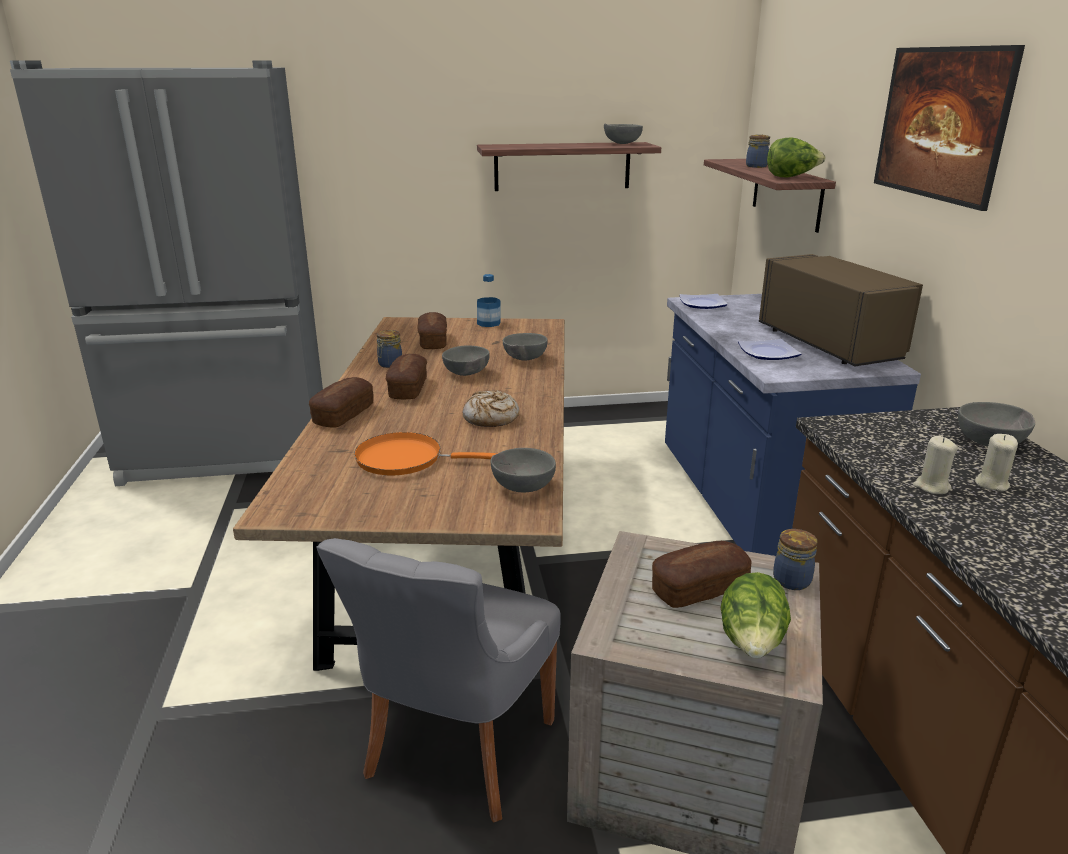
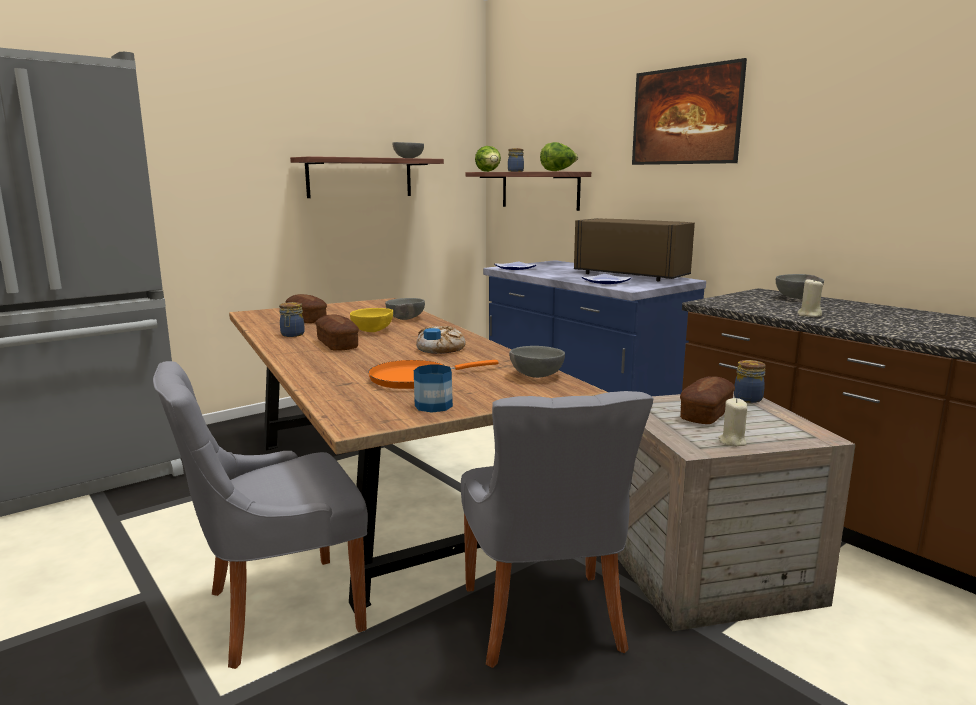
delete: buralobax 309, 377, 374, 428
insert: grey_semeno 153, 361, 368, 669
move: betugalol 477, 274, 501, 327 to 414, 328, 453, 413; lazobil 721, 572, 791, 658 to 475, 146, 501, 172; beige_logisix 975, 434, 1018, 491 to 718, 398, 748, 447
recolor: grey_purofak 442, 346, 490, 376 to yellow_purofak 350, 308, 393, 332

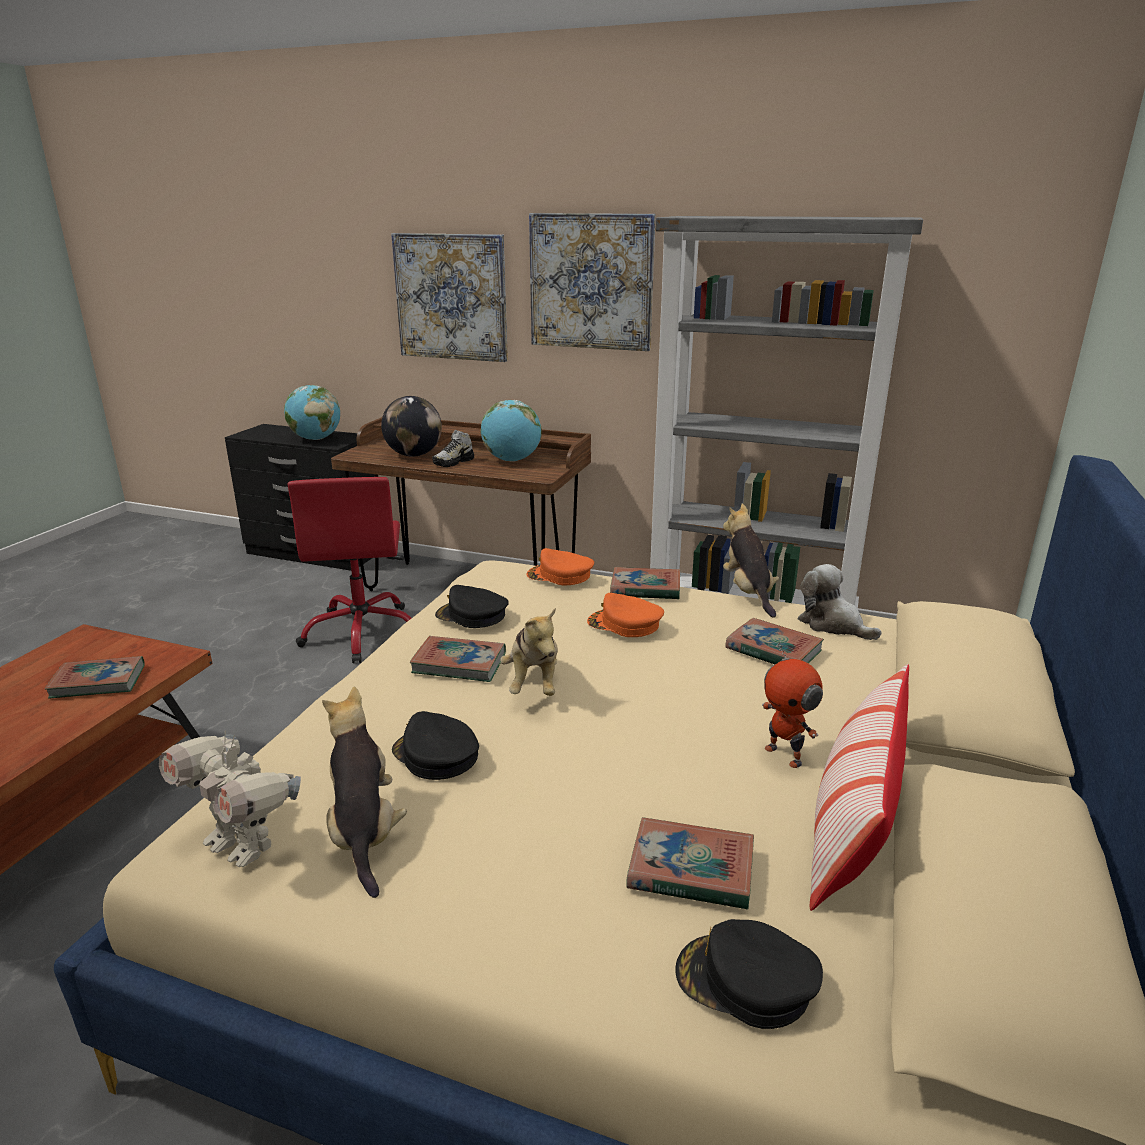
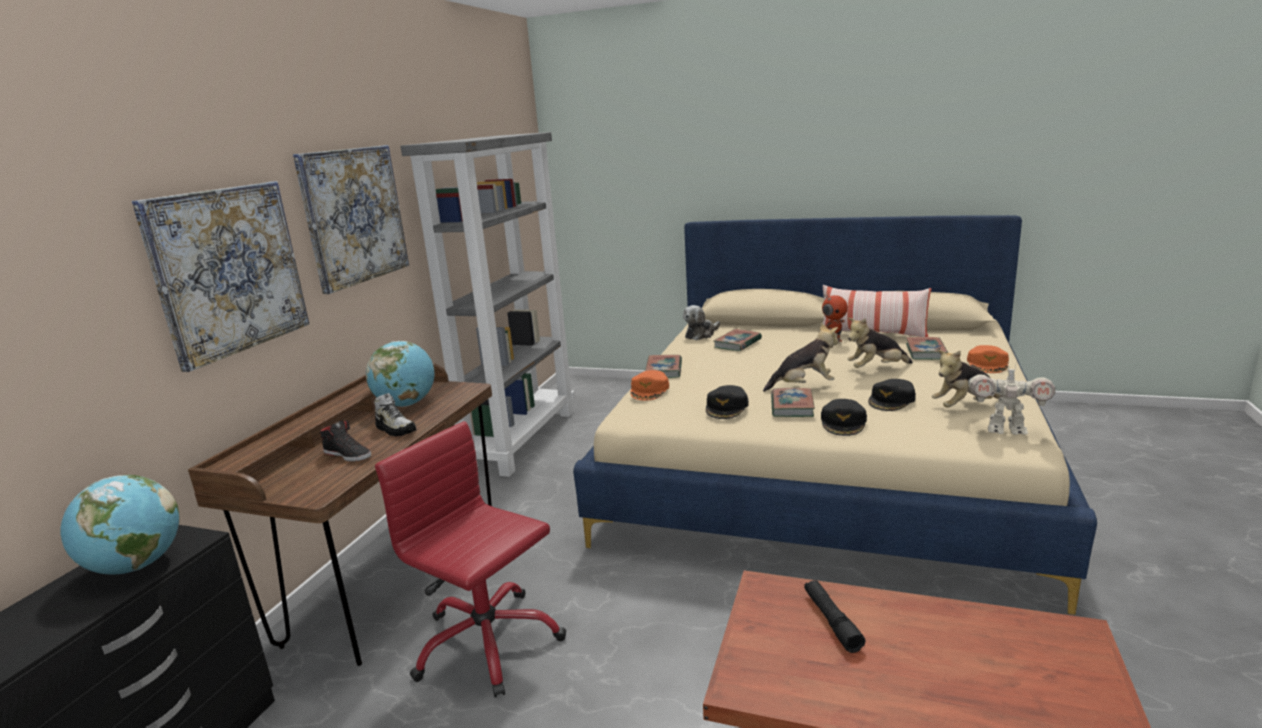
move: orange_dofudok 587, 593, 664, 637 to 967, 345, 1009, 373; black_dofudok 676, 919, 823, 1029 to 821, 399, 867, 436; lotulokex 723, 503, 779, 618 to 847, 318, 913, 368
replace: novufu 45, 656, 145, 699 to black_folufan 804, 580, 865, 653; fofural 381, 396, 442, 457 to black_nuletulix 320, 420, 371, 462
rotate: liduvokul 159, 730, 301, 867 = 968, 365, 1055, 435 75 degrees clockwise; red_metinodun 288, 477, 411, 663 = 375, 421, 566, 697 135 degrees counterclockwise

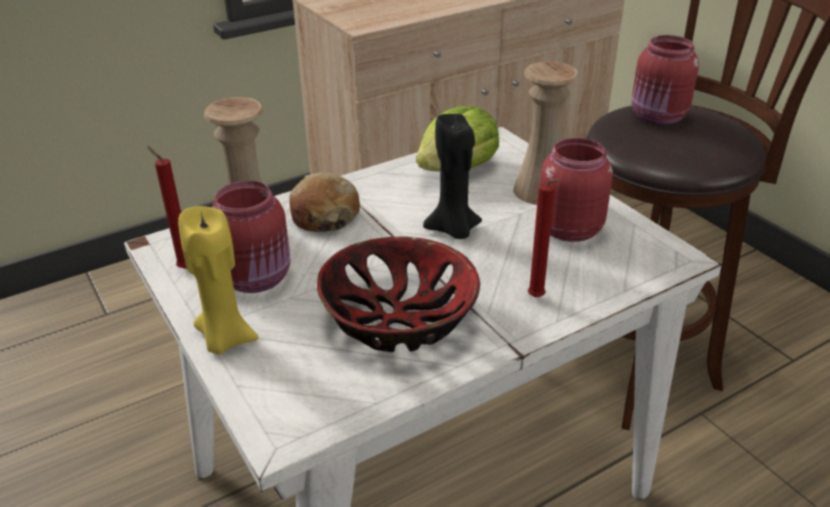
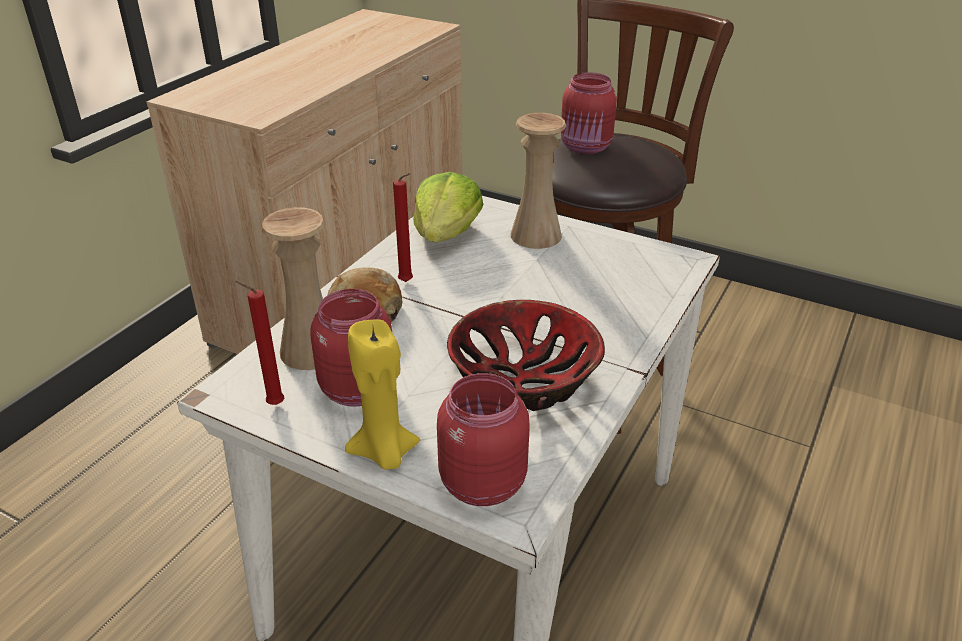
delete: black_logisix 423, 114, 482, 239
move: red_logisix 528, 179, 559, 297 to 393, 173, 413, 282; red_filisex 540, 138, 613, 242 to 437, 373, 530, 506

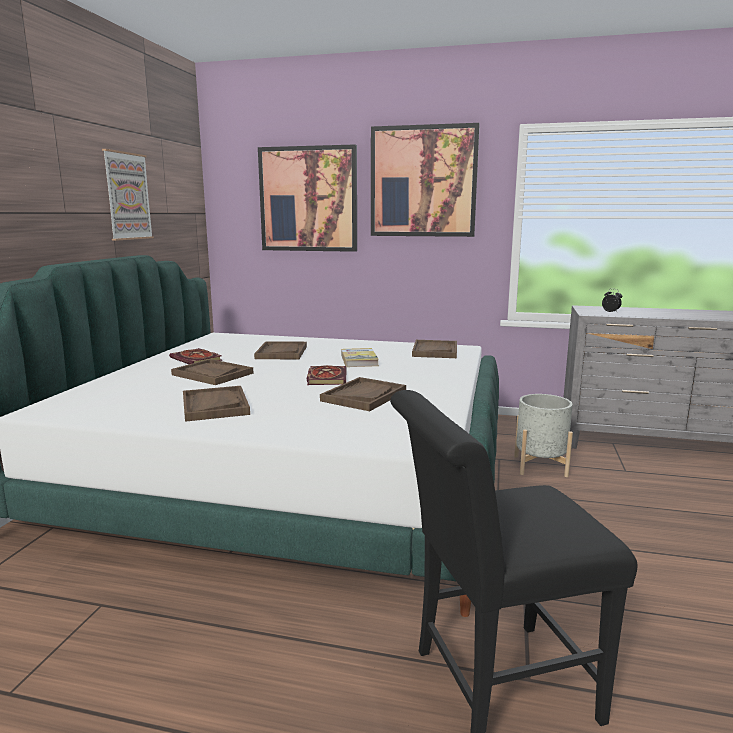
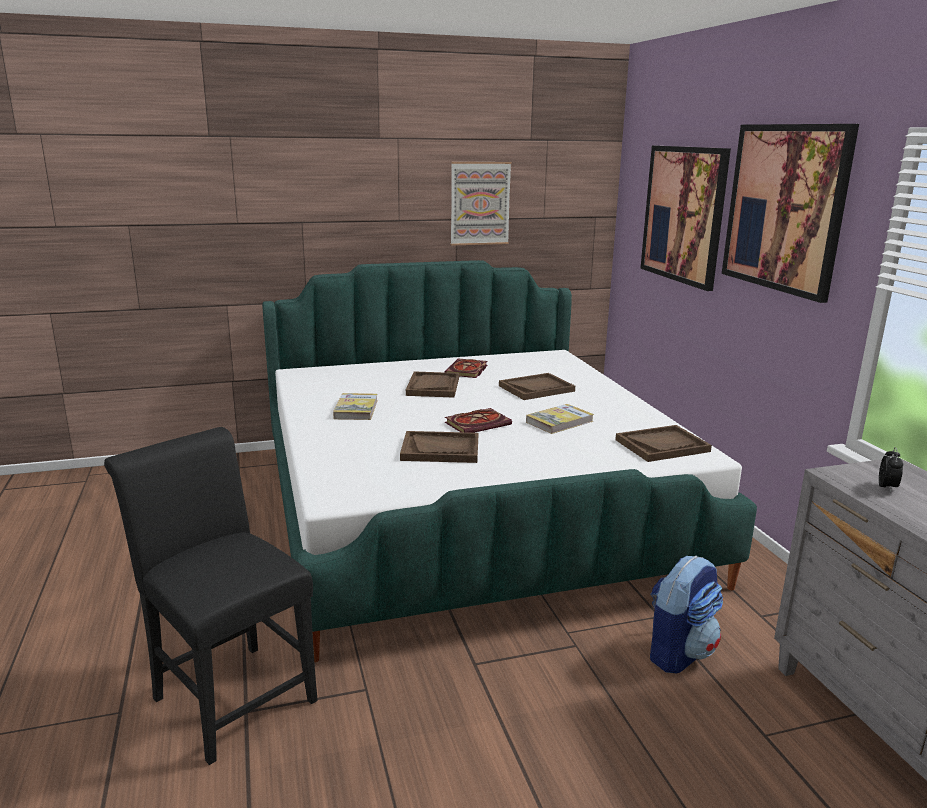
replace: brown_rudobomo 183, 386, 250, 422 to novufu 333, 393, 378, 420; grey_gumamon 514, 394, 573, 477 to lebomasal 650, 556, 723, 673

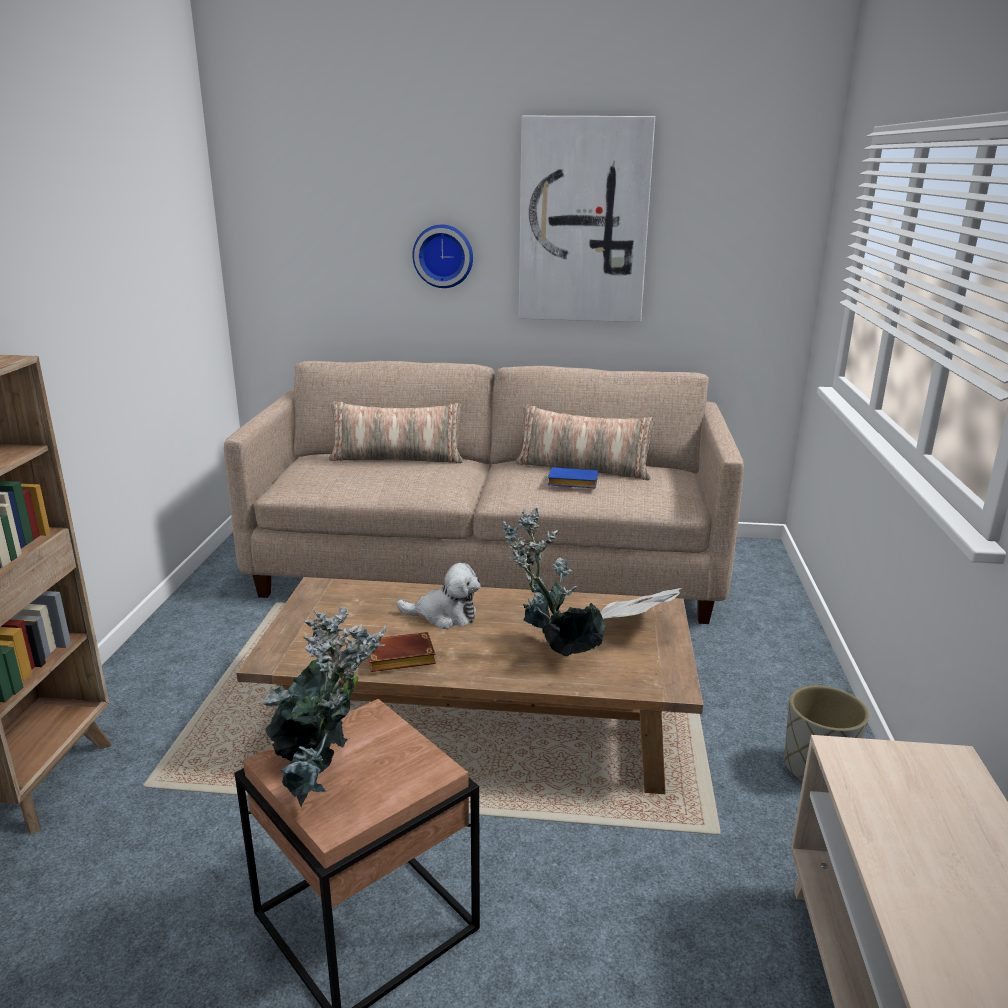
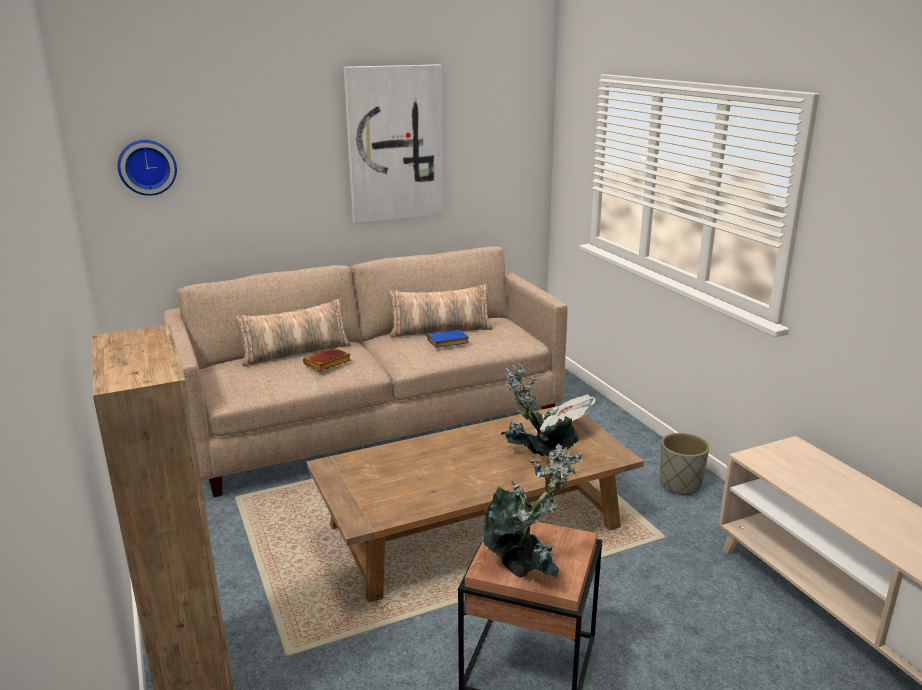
delete: lotulokex 396, 563, 481, 629
move: brown_novufu 368, 632, 436, 672 to 303, 348, 351, 371; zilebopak 412, 225, 473, 288 to 118, 140, 177, 196

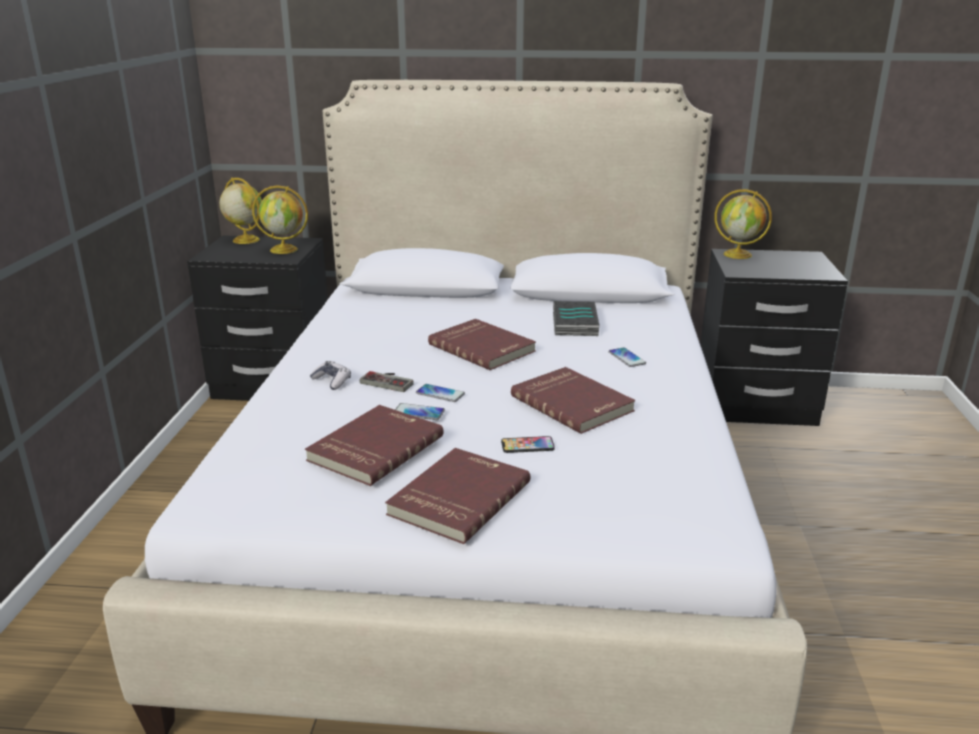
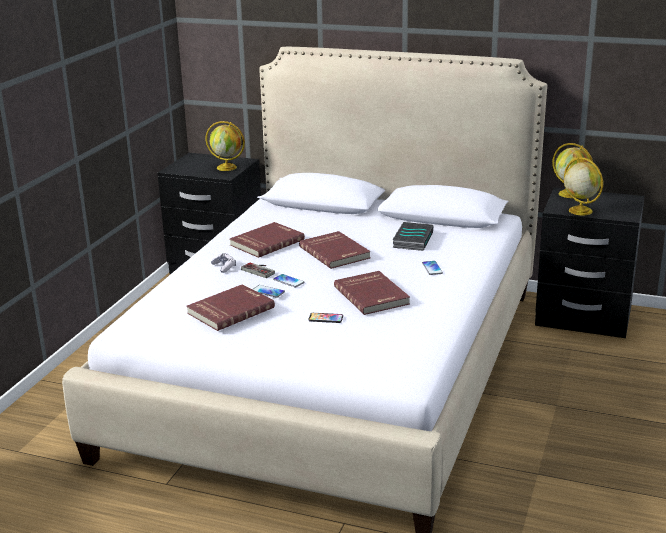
move: fofural 219, 178, 262, 244 to 564, 157, 603, 215; red_novufu 385, 448, 530, 544 to 230, 222, 305, 258

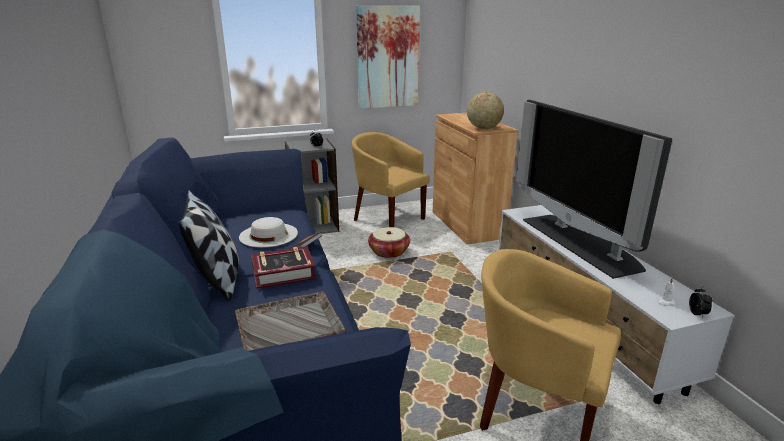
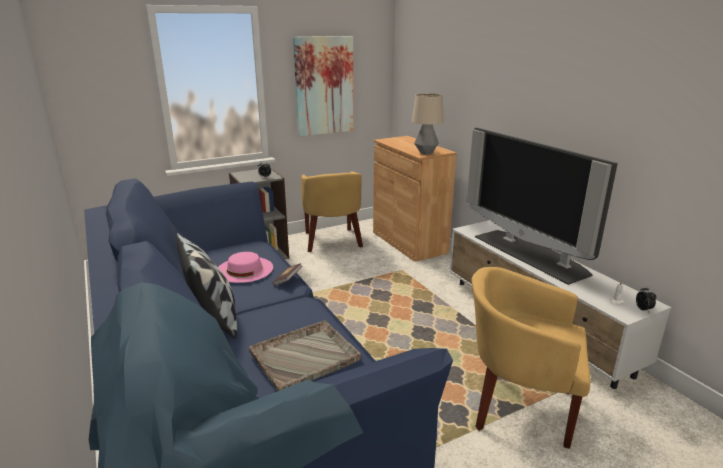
delete: novufu 251, 246, 316, 289; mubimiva 368, 227, 410, 258
replace: fofural 467, 92, 504, 129 to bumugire 412, 93, 444, 154
recolor: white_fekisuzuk 239, 217, 298, 247 to pink_fekisuzuk 218, 252, 273, 283
rotate: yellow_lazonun 352, 132, 430, 227 = 301, 171, 363, 252 135 degrees counterclockwise

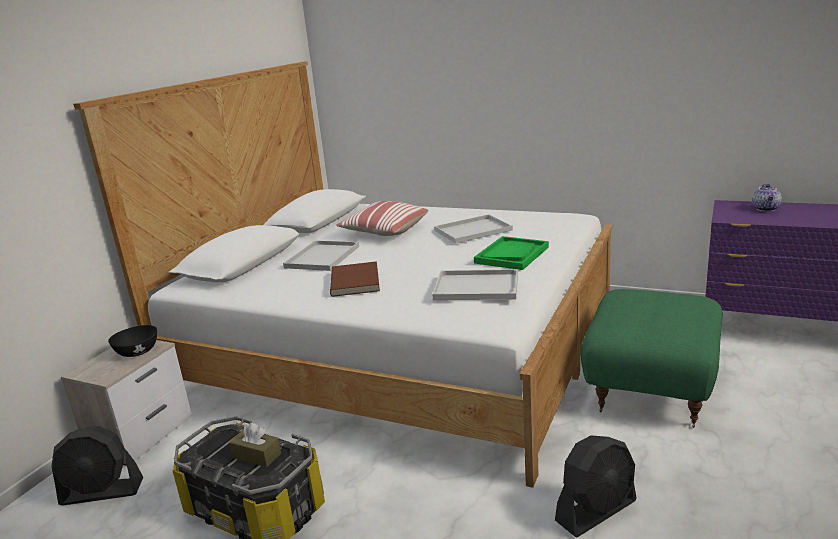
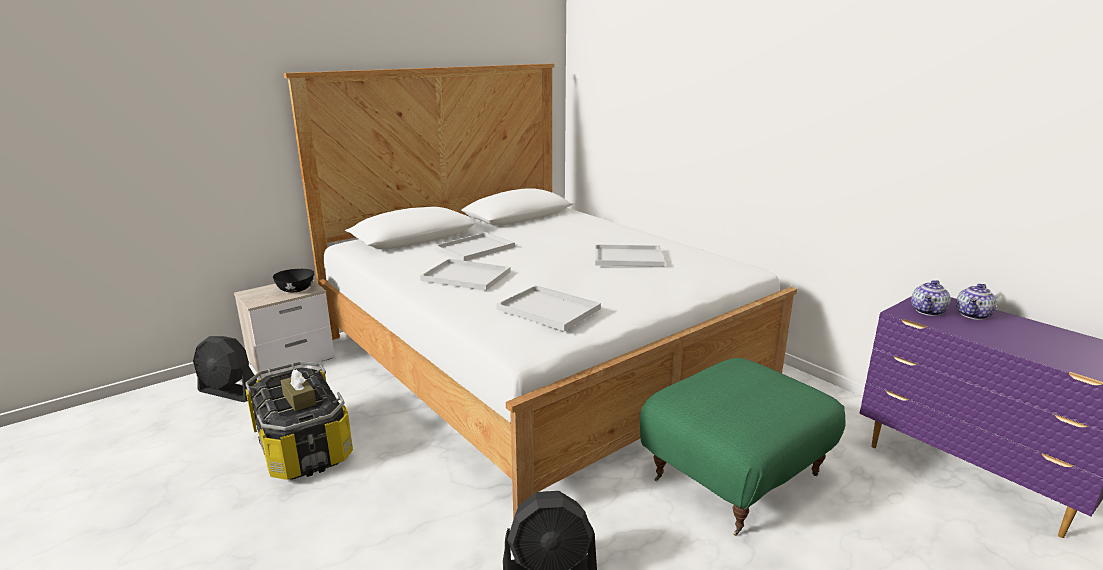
delete: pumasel 336, 201, 428, 236; green_rudobomo 474, 236, 549, 270
insert: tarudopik 911, 280, 951, 316
replace: brown_novufu 330, 261, 380, 297 to white_rudobomo 420, 259, 511, 291

